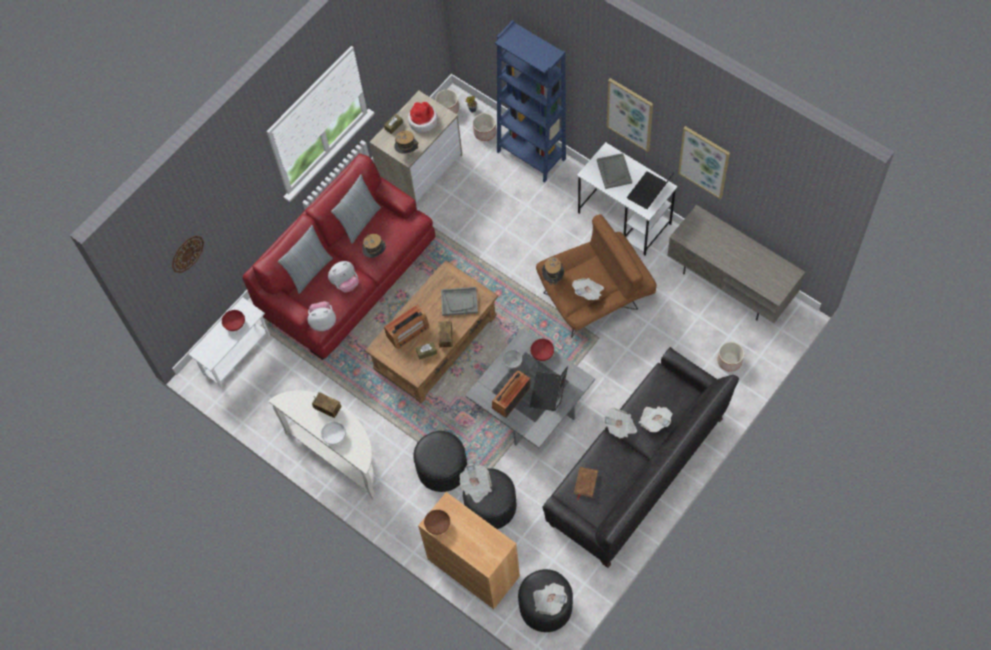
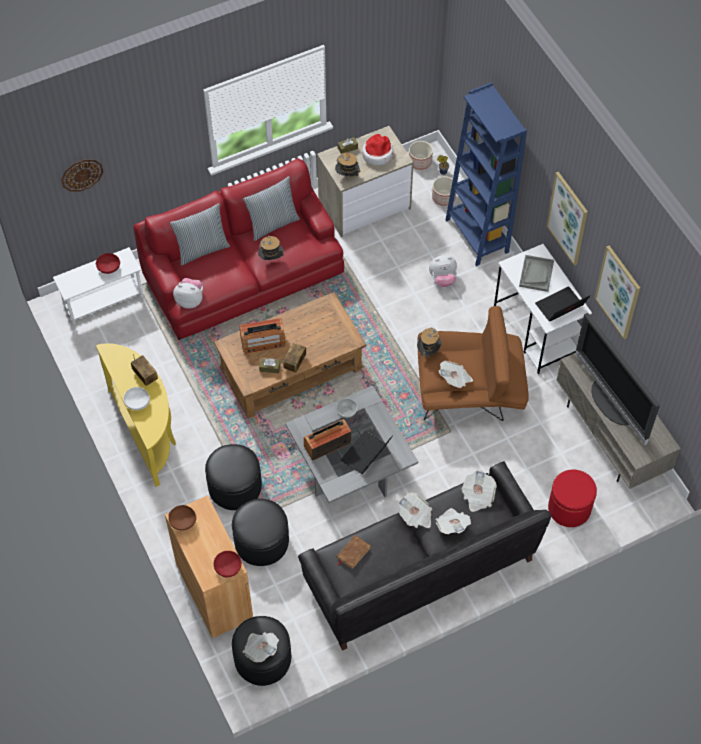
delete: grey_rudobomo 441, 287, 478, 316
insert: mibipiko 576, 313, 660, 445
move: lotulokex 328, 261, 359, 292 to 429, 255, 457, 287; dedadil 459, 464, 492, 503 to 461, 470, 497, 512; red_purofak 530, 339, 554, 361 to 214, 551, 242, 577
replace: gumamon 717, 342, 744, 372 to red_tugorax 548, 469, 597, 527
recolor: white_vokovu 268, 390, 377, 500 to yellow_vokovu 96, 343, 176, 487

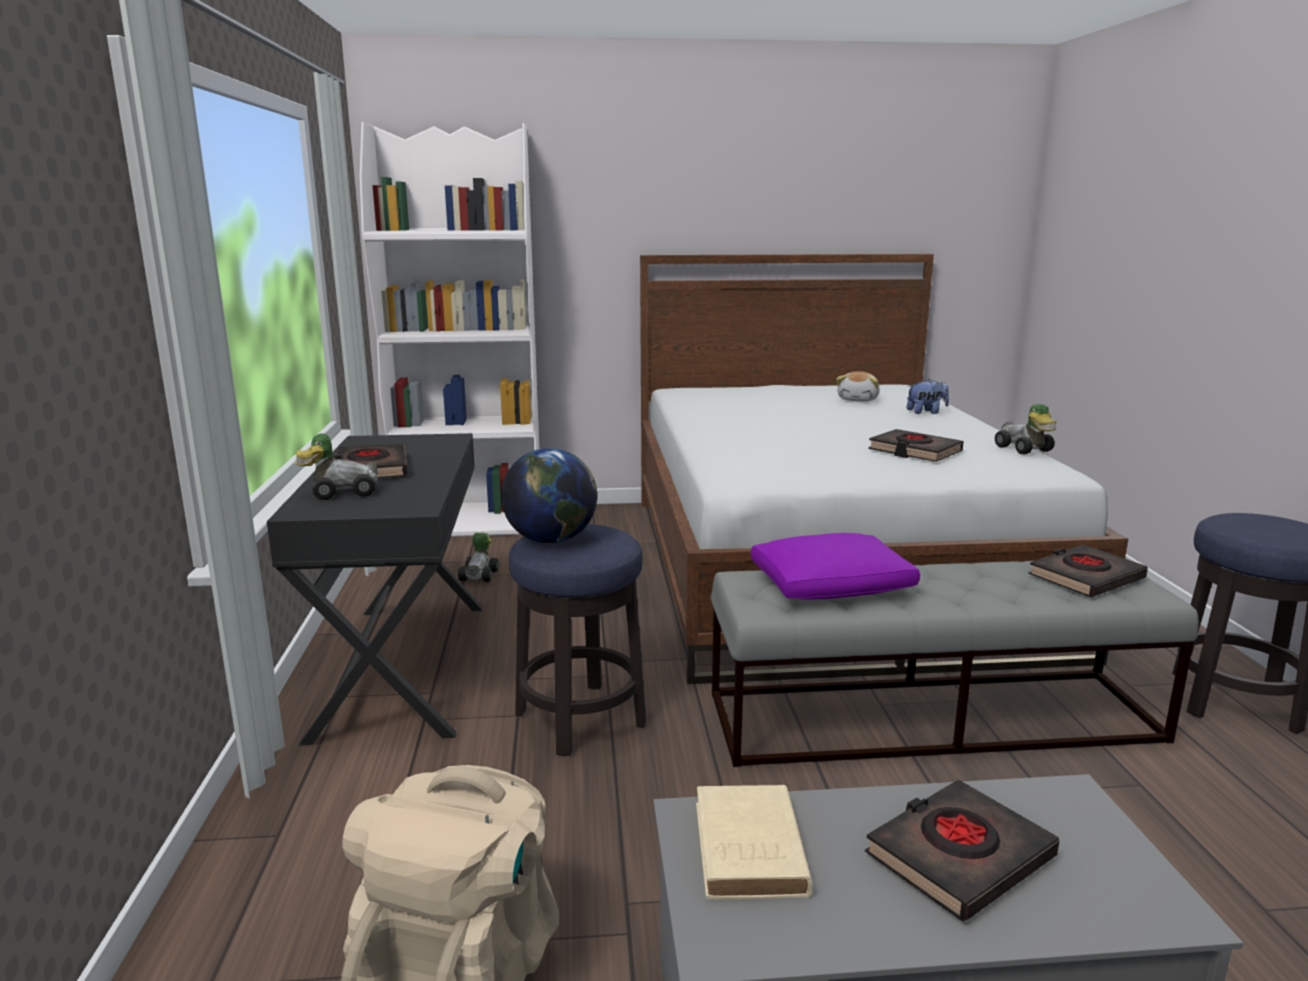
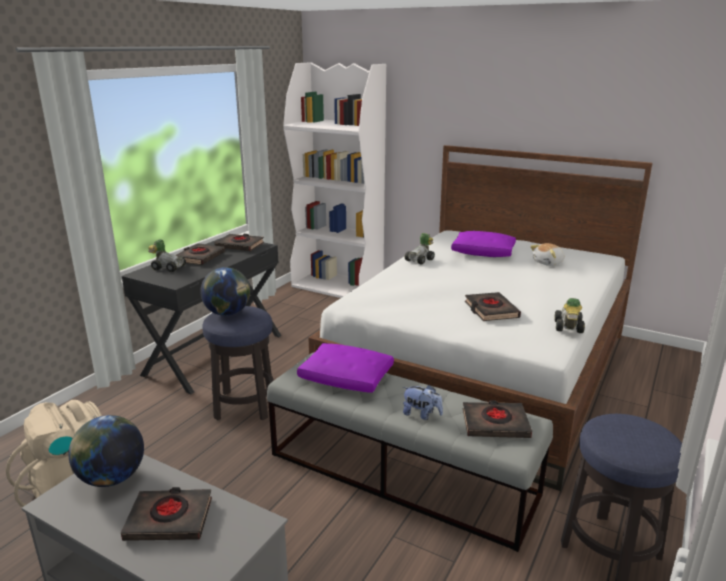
insert: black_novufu 214, 234, 264, 251; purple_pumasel 451, 231, 516, 257
move: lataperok 458, 533, 499, 582 to 405, 233, 435, 264; lotulokex 907, 379, 949, 414 to 403, 385, 443, 420
replace: beige_novufu 696, 785, 813, 900 to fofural 68, 415, 144, 487

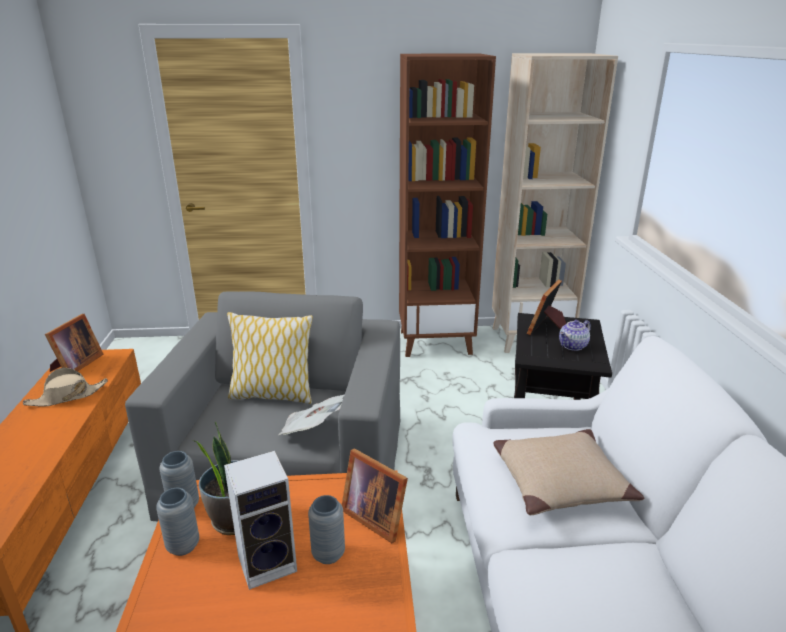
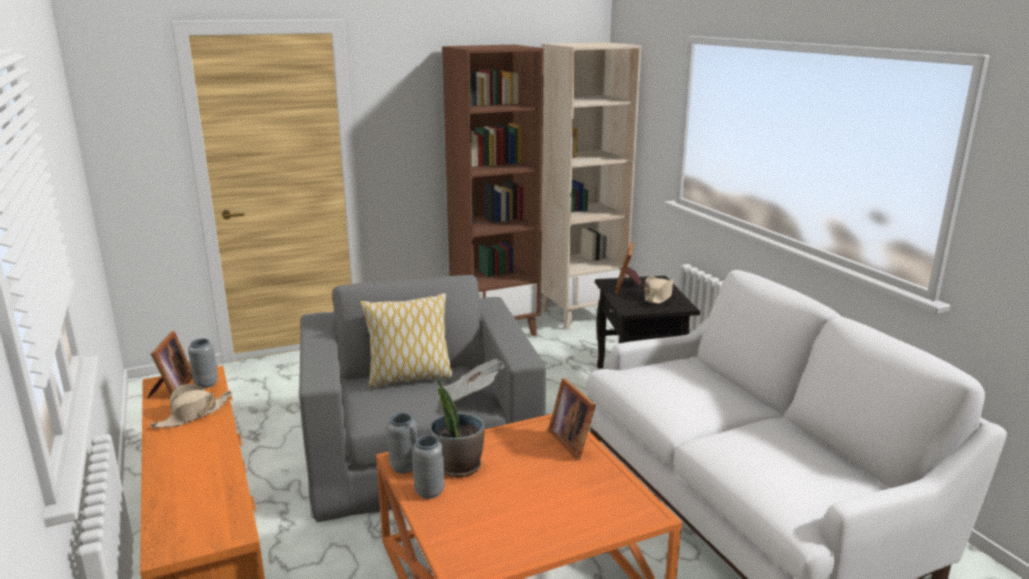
delete: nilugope 224, 451, 297, 590; beige_pumasel 493, 429, 644, 515
move: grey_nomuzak 308, 495, 345, 564 to 188, 339, 218, 388
replace: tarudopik 559, 320, 591, 351 to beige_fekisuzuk 644, 276, 674, 304
rotate: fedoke 342, 448, 408, 543 = 548, 378, 596, 460 45 degrees clockwise

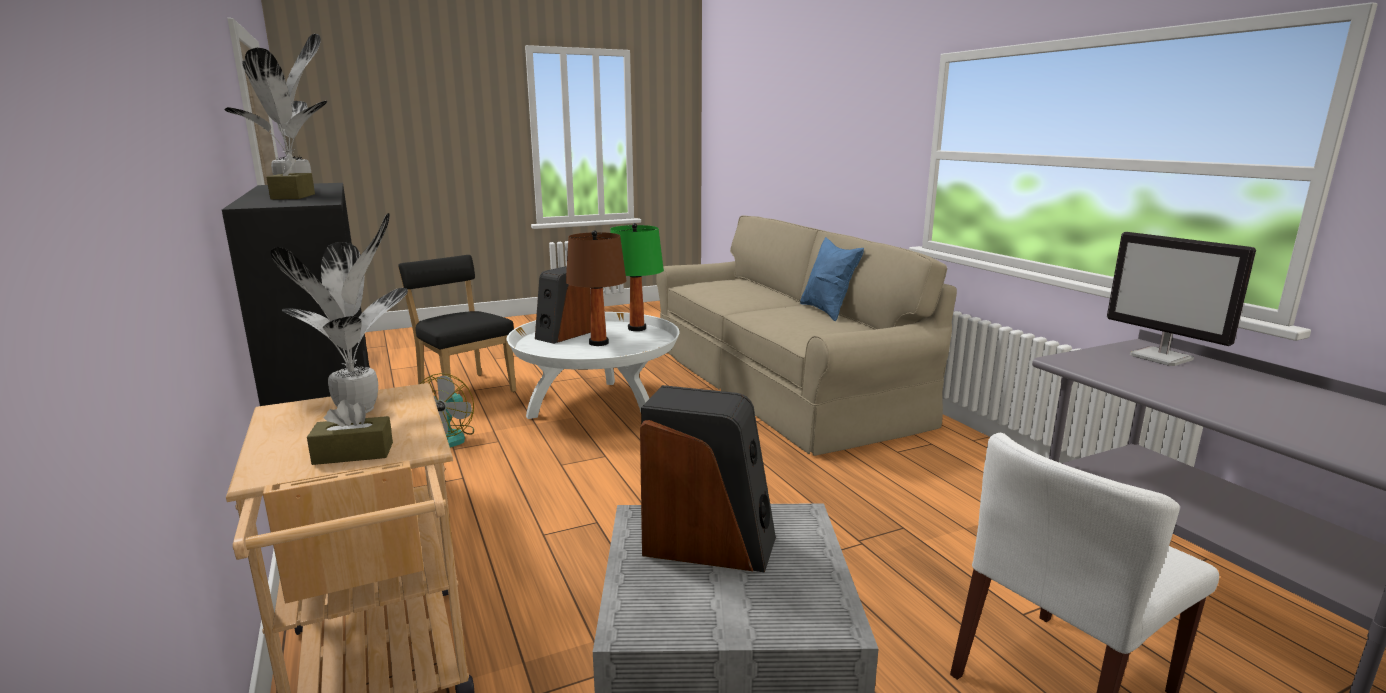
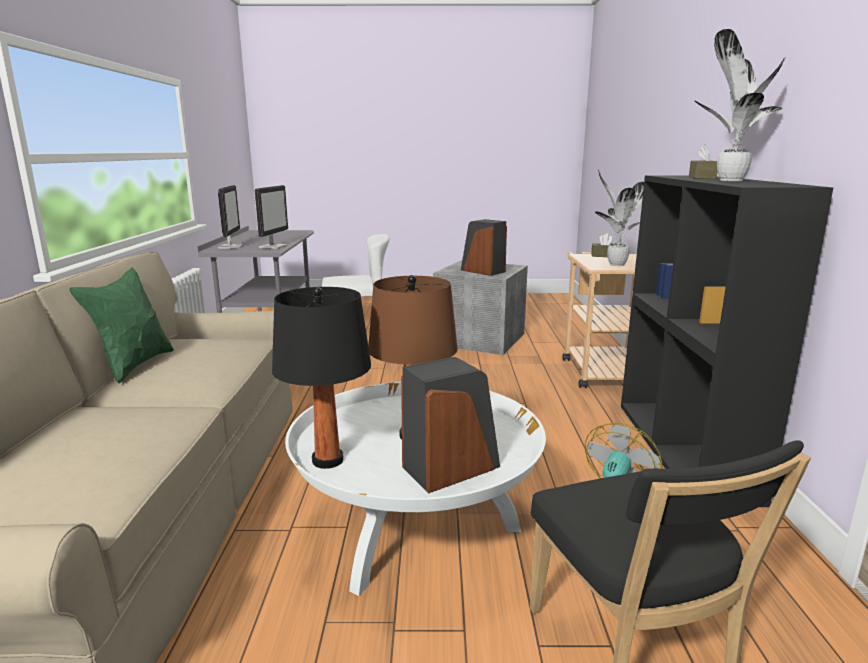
insert: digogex 255, 185, 288, 249
recolor: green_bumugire 610, 223, 664, 331 to black_bumugire 272, 287, 371, 469; blue_pumasel 800, 237, 864, 321 to green_pumasel 69, 267, 174, 383

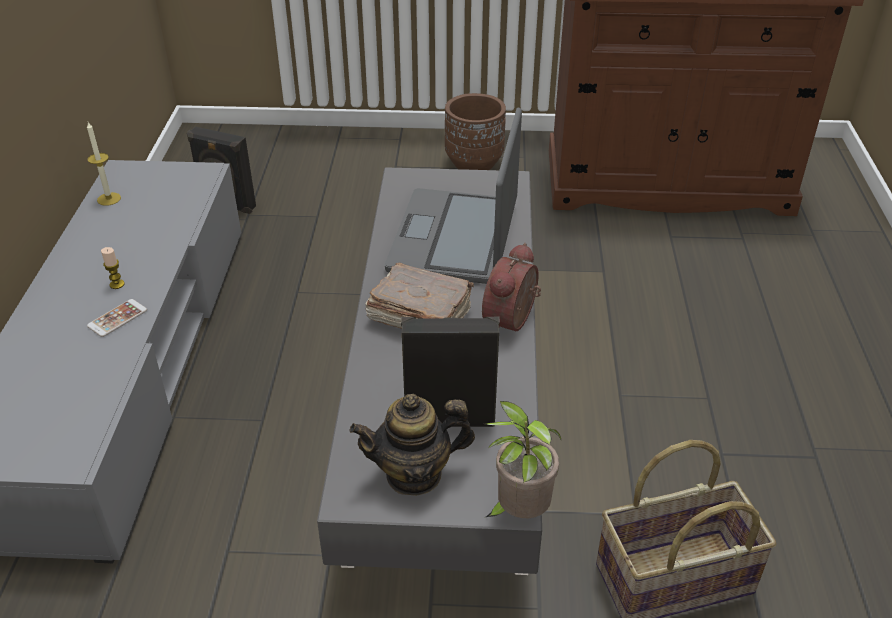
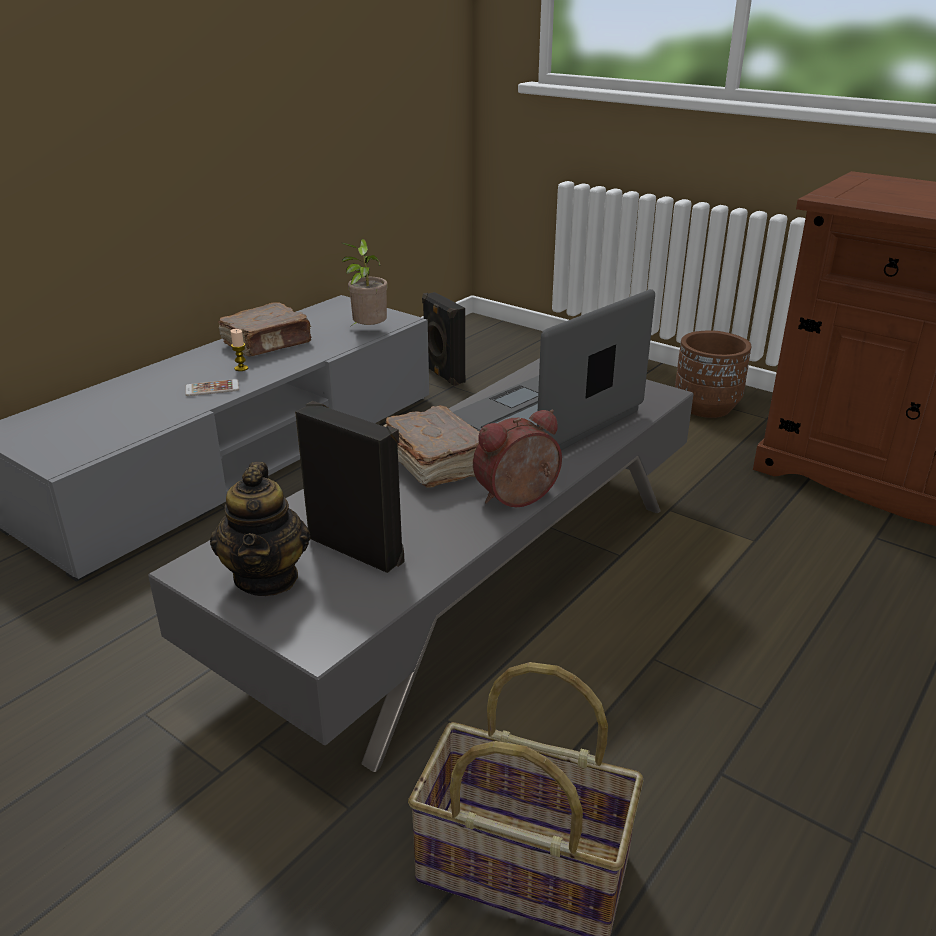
delete: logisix 87, 122, 121, 206
insert: brown_novufu 218, 302, 312, 356
move: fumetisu 486, 401, 562, 518 to 341, 239, 388, 328
rotate: tarudopik 350, 394, 475, 496 = 210, 462, 310, 596 120 degrees counterclockwise

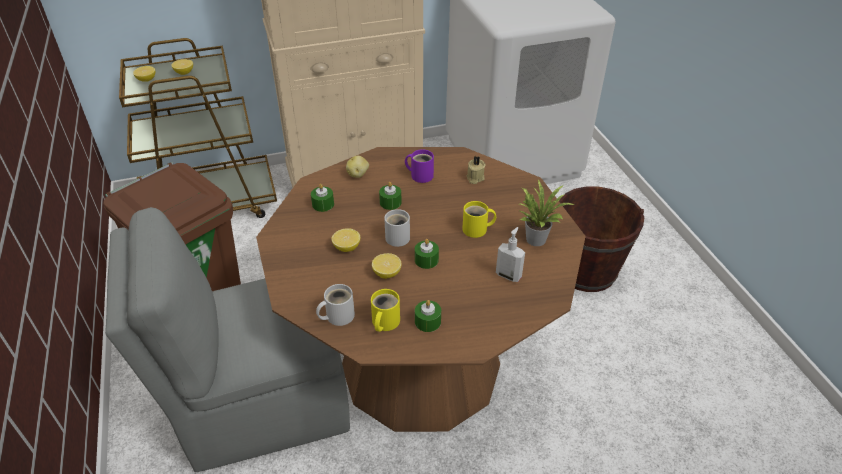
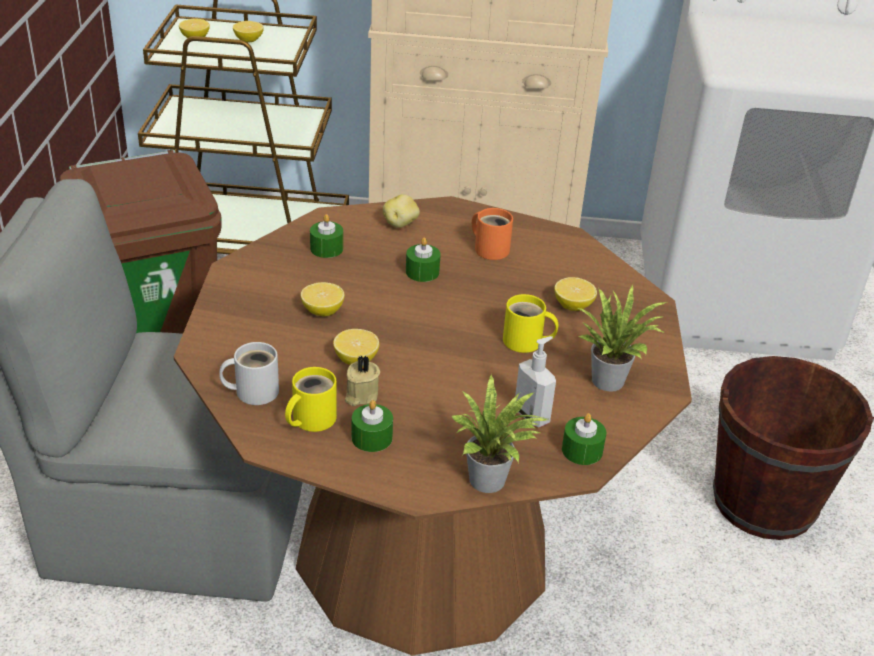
delete: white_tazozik 384, 209, 410, 247
insert: fumetisu 451, 374, 549, 493; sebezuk 554, 277, 597, 311
move: green_logisix 415, 239, 439, 269 to 562, 413, 606, 465; beige_logisix 466, 156, 486, 184 to 345, 355, 380, 406
recolor: purple_tazozik 405, 149, 434, 183 to orange_tazozik 472, 208, 513, 260

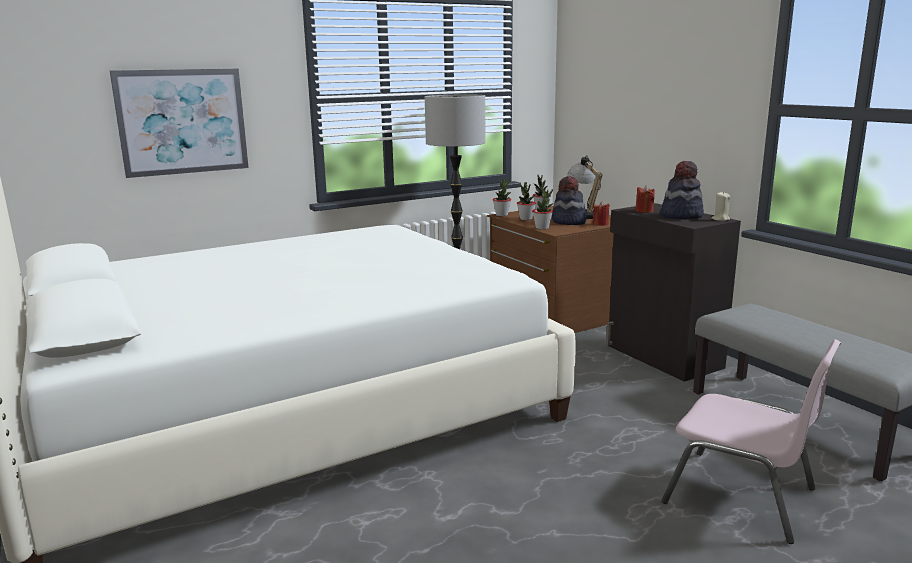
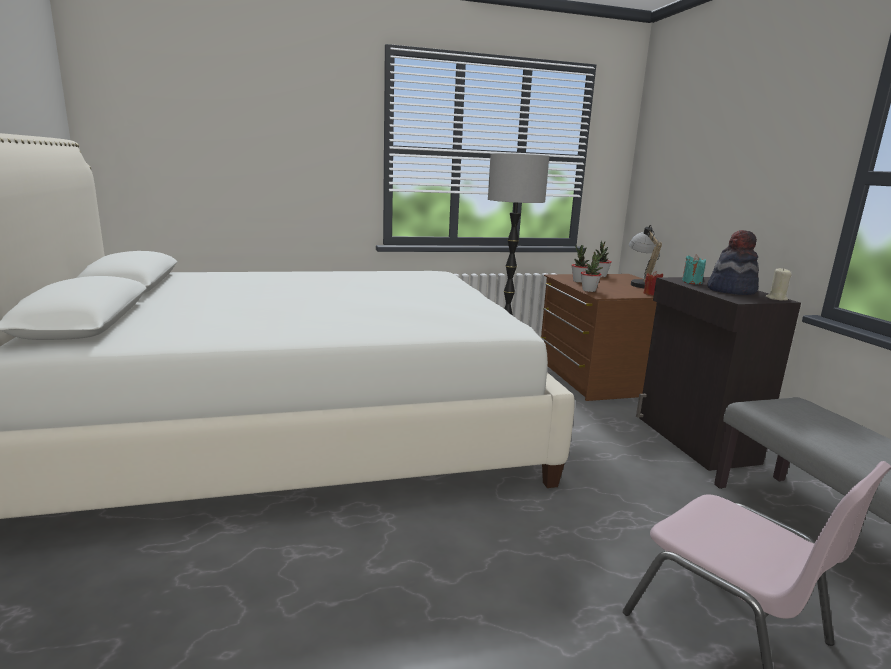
delete: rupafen 110, 69, 249, 178; fumetisu 493, 179, 511, 216; fekisuzuk 552, 176, 586, 225
recolor: red_logisix 635, 185, 655, 213 to turquoise_logisix 682, 255, 706, 284

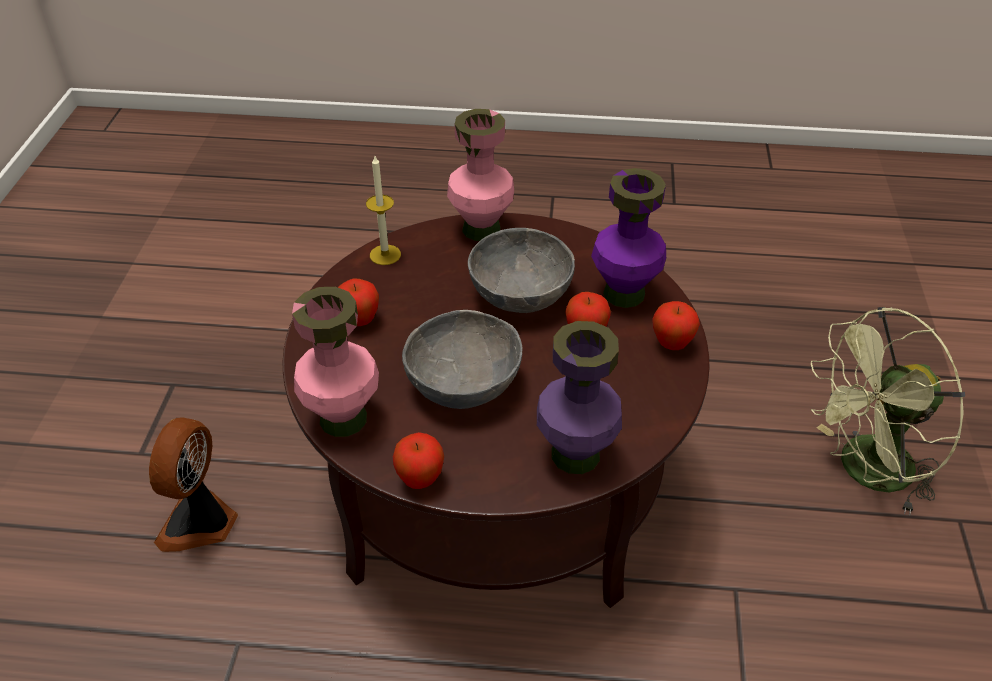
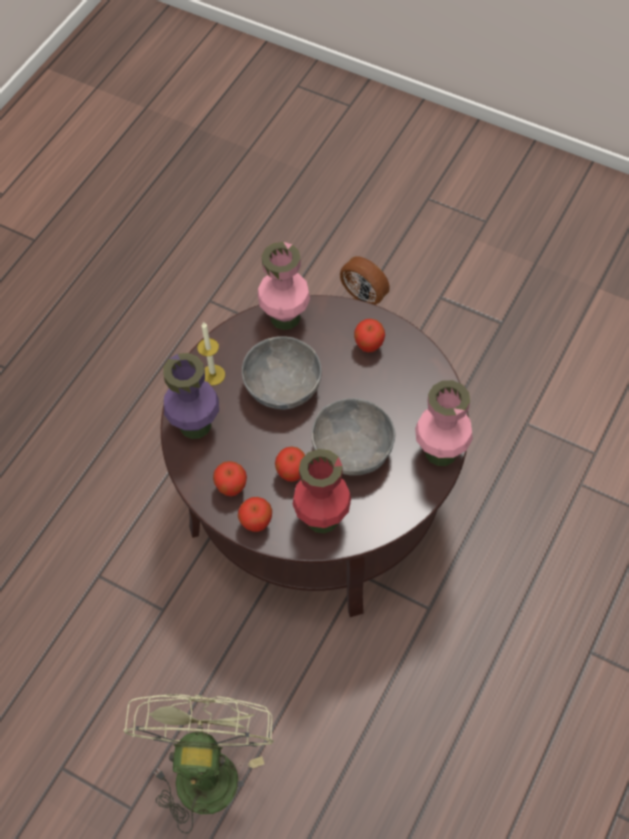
move: logisix 366, 156, 401, 265 to 197, 322, 225, 386; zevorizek 393, 432, 444, 489 to 213, 461, 247, 496
recolor: purple_nomuzak 591, 168, 666, 308 to red_nomuzak 293, 449, 351, 533

